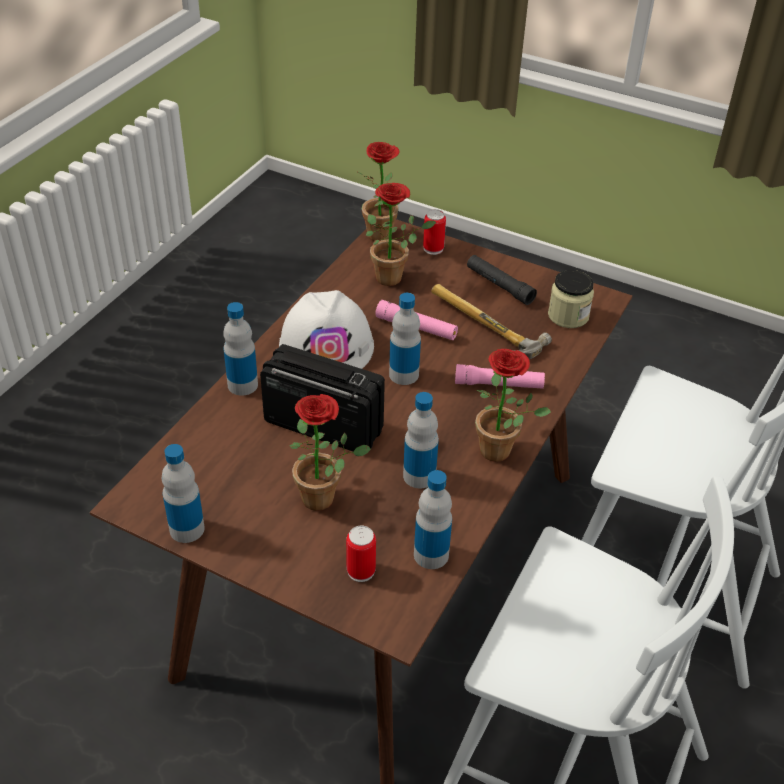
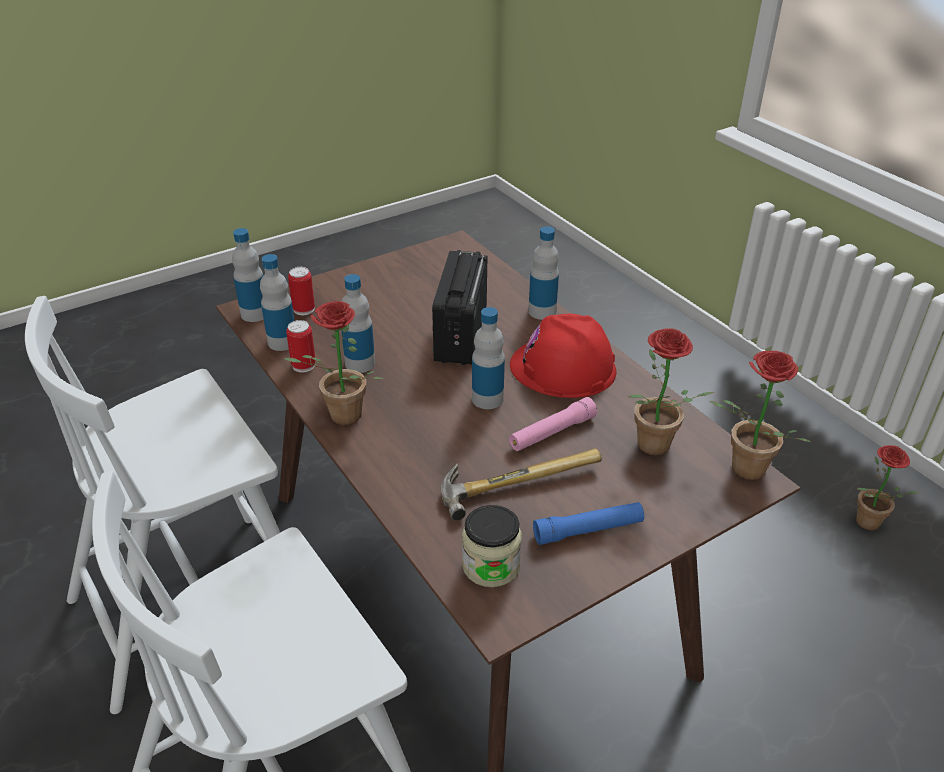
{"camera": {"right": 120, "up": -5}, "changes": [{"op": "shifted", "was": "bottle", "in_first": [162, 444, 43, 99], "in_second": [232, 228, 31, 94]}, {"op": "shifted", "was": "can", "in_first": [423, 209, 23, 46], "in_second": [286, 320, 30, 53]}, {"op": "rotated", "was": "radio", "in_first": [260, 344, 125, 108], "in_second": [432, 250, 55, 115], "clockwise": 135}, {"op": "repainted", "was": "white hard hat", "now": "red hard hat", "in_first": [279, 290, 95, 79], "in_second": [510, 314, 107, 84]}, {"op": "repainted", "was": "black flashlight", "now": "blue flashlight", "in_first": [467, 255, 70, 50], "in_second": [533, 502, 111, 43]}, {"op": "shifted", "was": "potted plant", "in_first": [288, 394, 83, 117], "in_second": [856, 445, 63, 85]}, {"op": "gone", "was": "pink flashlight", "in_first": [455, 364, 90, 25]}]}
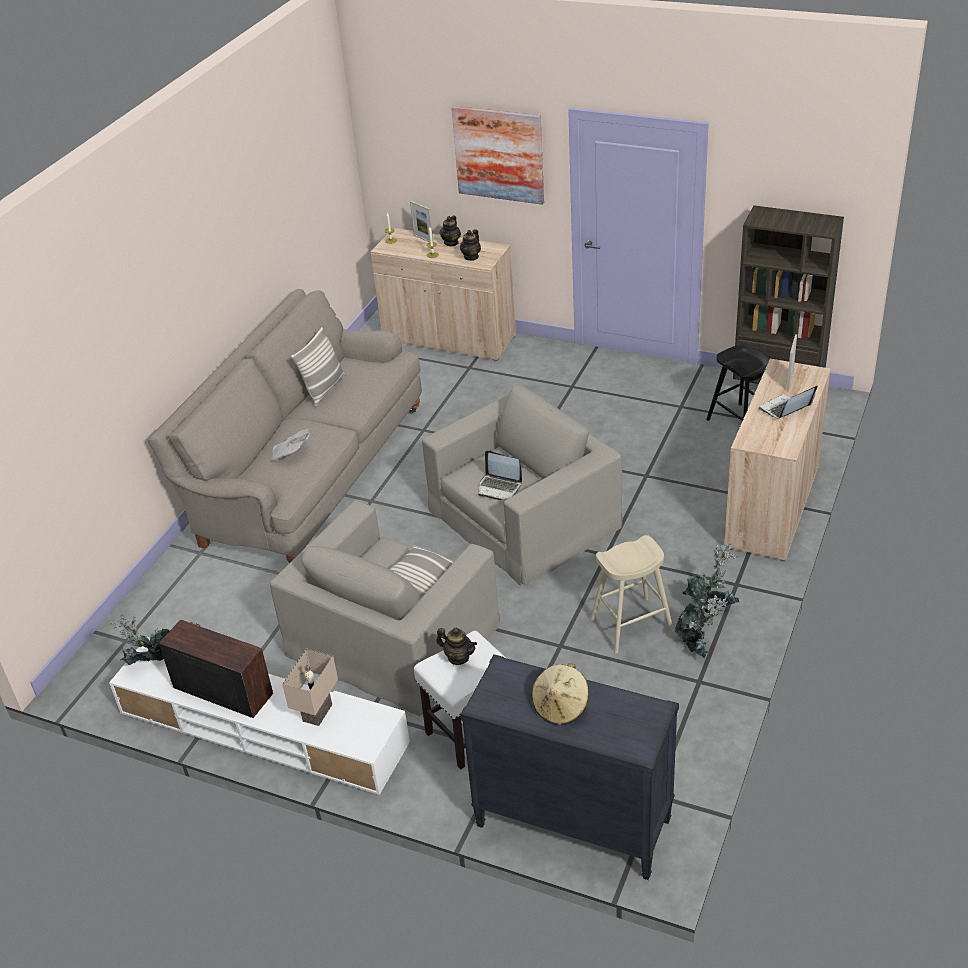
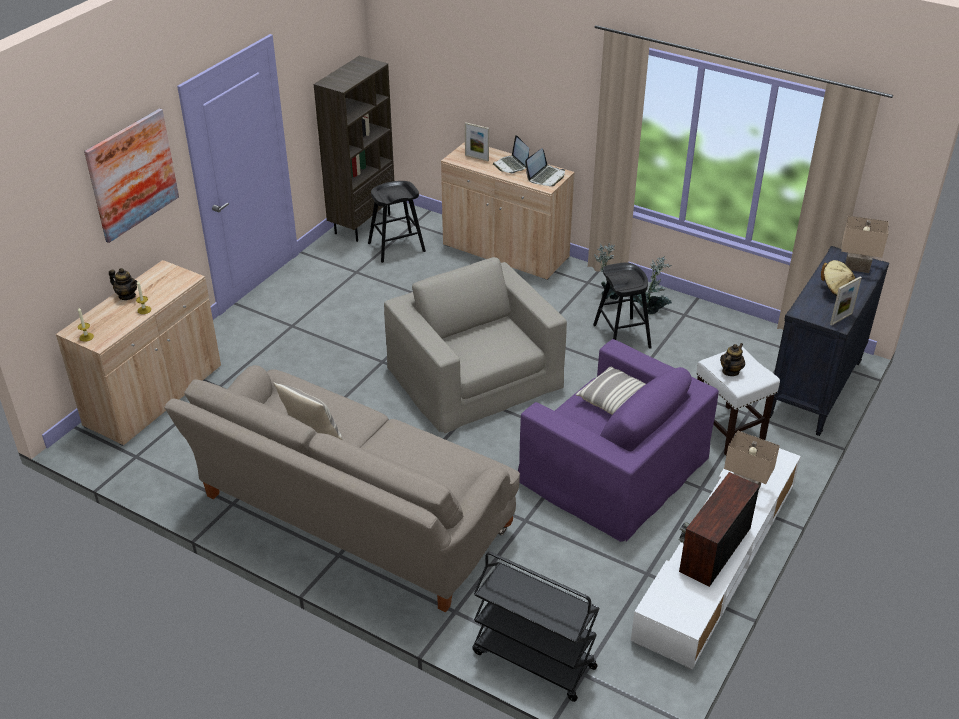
{"camera": {"right": -85, "up": 0}, "changes": [{"op": "new", "now": "black cart", "in_second": [472, 552, 128, 150]}, {"op": "repainted", "was": "beige armchair", "now": "purple armchair", "in_first": [270, 501, 230, 216], "in_second": [518, 339, 201, 203]}, {"op": "shifted", "was": "laptop", "in_first": [478, 450, 44, 50], "in_second": [525, 148, 40, 38]}, {"op": "repainted", "was": "beige stool", "now": "black stool", "in_first": [590, 535, 84, 118], "in_second": [593, 262, 59, 87]}, {"op": "shifted", "was": "picture frame", "in_first": [410, 201, 23, 41], "in_second": [830, 276, 32, 50]}, {"op": "new", "now": "beige table lamp", "in_second": [841, 215, 48, 58]}, {"op": "gone", "was": "potted plant", "in_first": [110, 614, 59, 51]}, {"op": "gone", "was": "newspaper", "in_first": [271, 429, 39, 32]}, {"op": "gone", "was": "teapot", "in_first": [460, 229, 21, 32]}]}
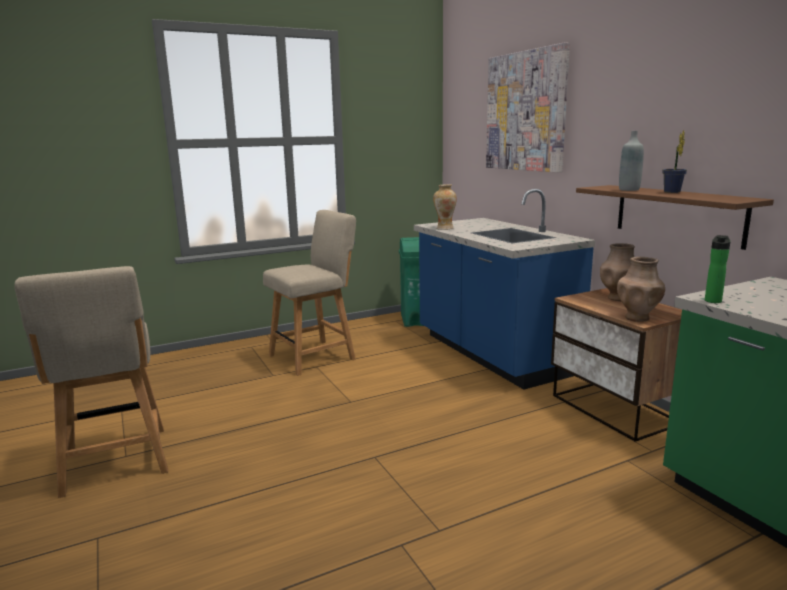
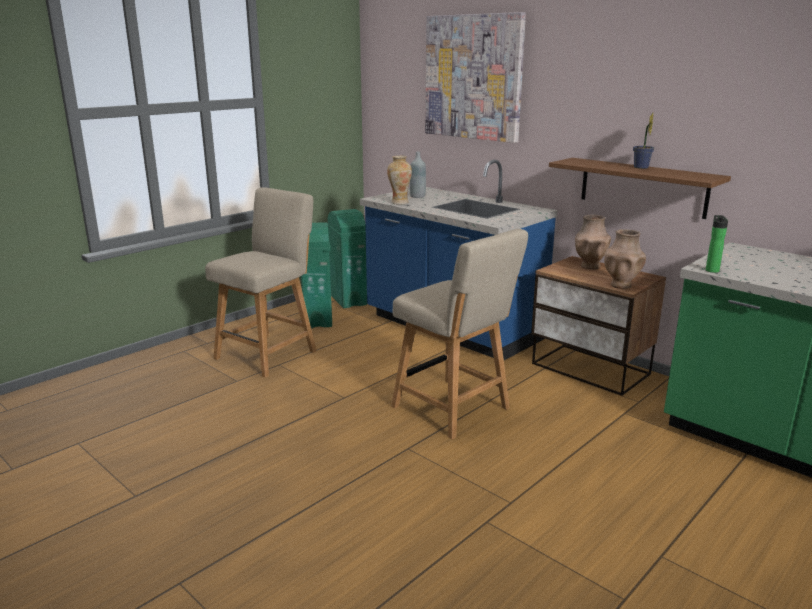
{"camera": {"right": -20, "up": 5}, "changes": [{"op": "new", "now": "green trash can", "in_second": [301, 222, 31, 106]}, {"op": "shifted", "was": "beige chair", "in_first": [14, 266, 154, 232], "in_second": [391, 229, 137, 210]}, {"op": "shifted", "was": "grey bottle", "in_first": [619, 131, 25, 60], "in_second": [410, 152, 16, 46]}]}
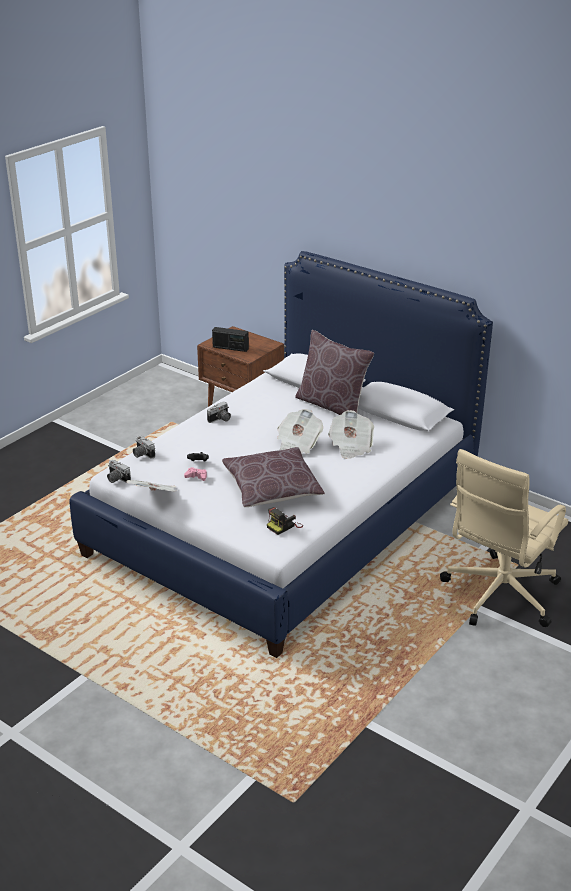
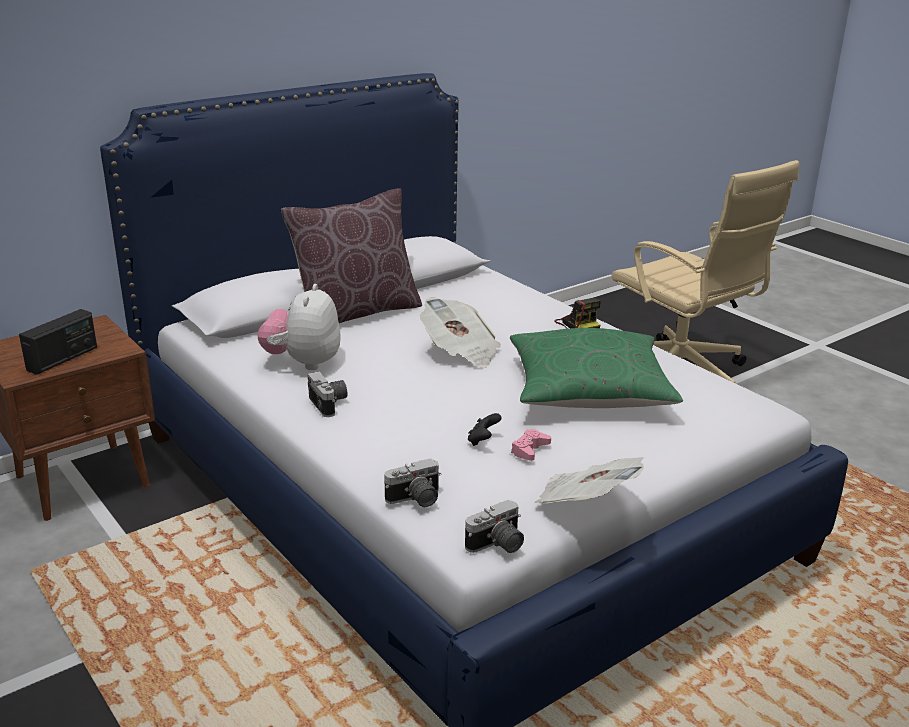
{"camera": {"right": -75, "up": -5}, "changes": [{"op": "new", "now": "plush toy", "in_second": [257, 284, 84, 86]}, {"op": "repainted", "was": "brown pillow", "now": "green pillow", "in_first": [222, 447, 103, 60], "in_second": [510, 328, 173, 80]}, {"op": "shifted", "was": "photo camera", "in_first": [267, 507, 36, 28], "in_second": [554, 298, 47, 31]}, {"op": "gone", "was": "newspaper", "in_first": [328, 410, 46, 49]}]}
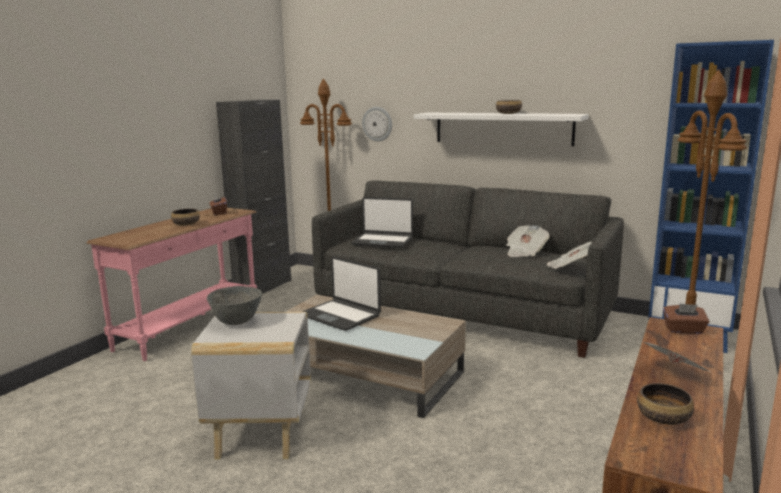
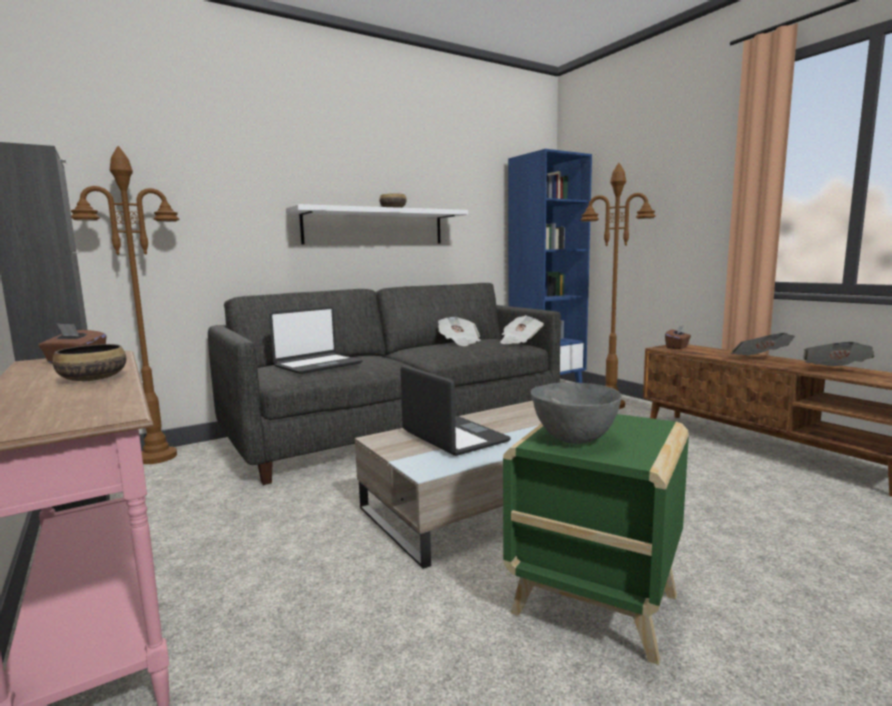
{"camera": {"right": -60, "up": -5}, "changes": [{"op": "rotated", "was": "laptop", "in_first": [302, 256, 79, 75], "in_second": [400, 365, 111, 91], "clockwise": -105}, {"op": "repainted", "was": "white side table", "now": "green side table", "in_first": [191, 312, 120, 148], "in_second": [503, 414, 186, 251]}, {"op": "swapped", "was": "bowl", "now": "newspaper", "in_first": [637, 383, 57, 42], "in_second": [803, 342, 72, 24]}, {"op": "gone", "was": "wall clock", "in_first": [362, 107, 30, 34]}]}
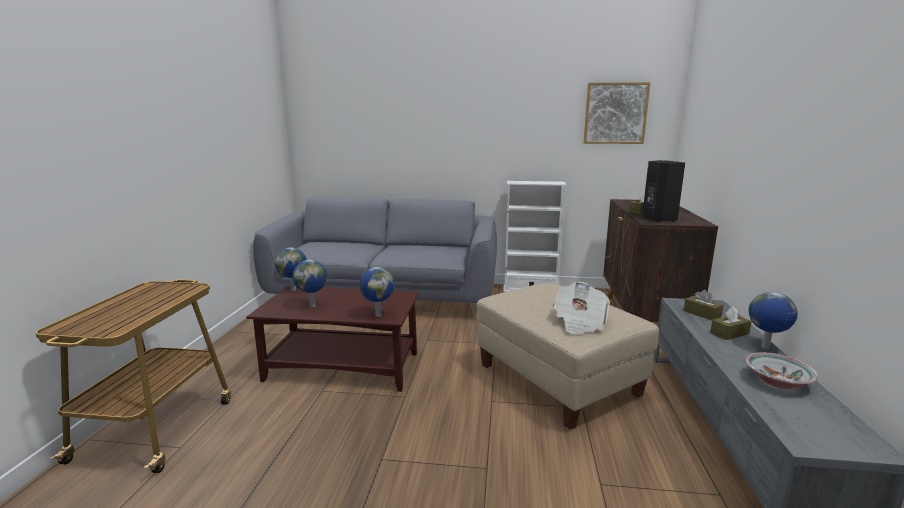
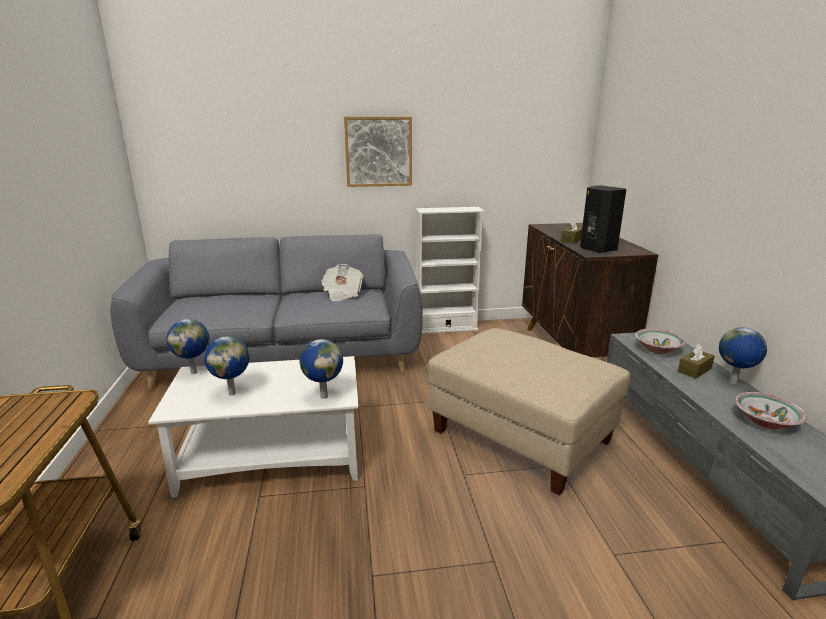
{"camera": {"right": -15, "up": 5}, "changes": [{"op": "repainted", "was": "brown coffee table", "now": "white coffee table", "in_first": [247, 286, 172, 106], "in_second": [148, 356, 211, 142]}, {"op": "shifted", "was": "newspaper", "in_first": [553, 282, 57, 52], "in_second": [321, 264, 43, 37]}, {"op": "shifted", "was": "picture", "in_first": [584, 82, 66, 62], "in_second": [344, 117, 68, 70]}, {"op": "swapped", "was": "brown tissue box", "now": "bowl", "in_first": [684, 290, 40, 30], "in_second": [635, 329, 50, 25]}]}
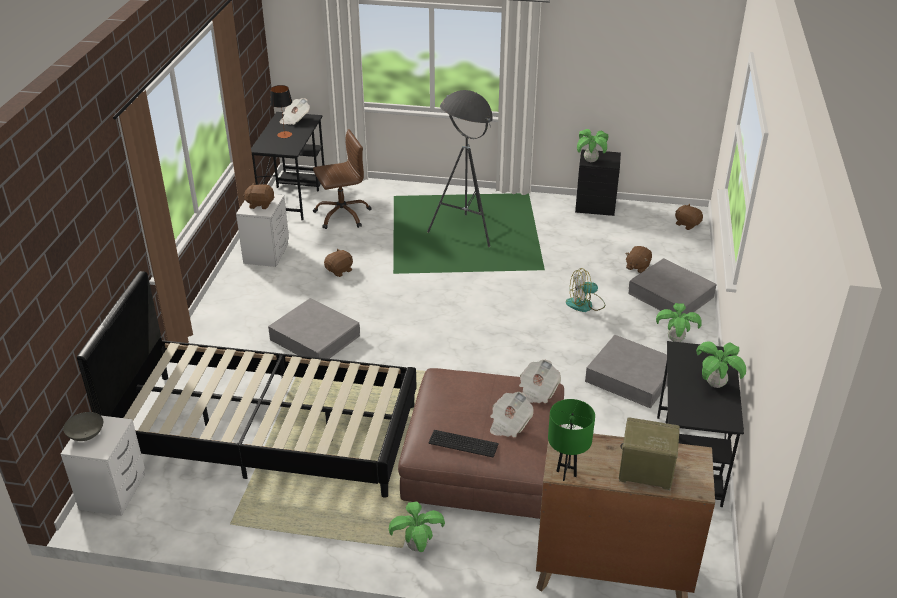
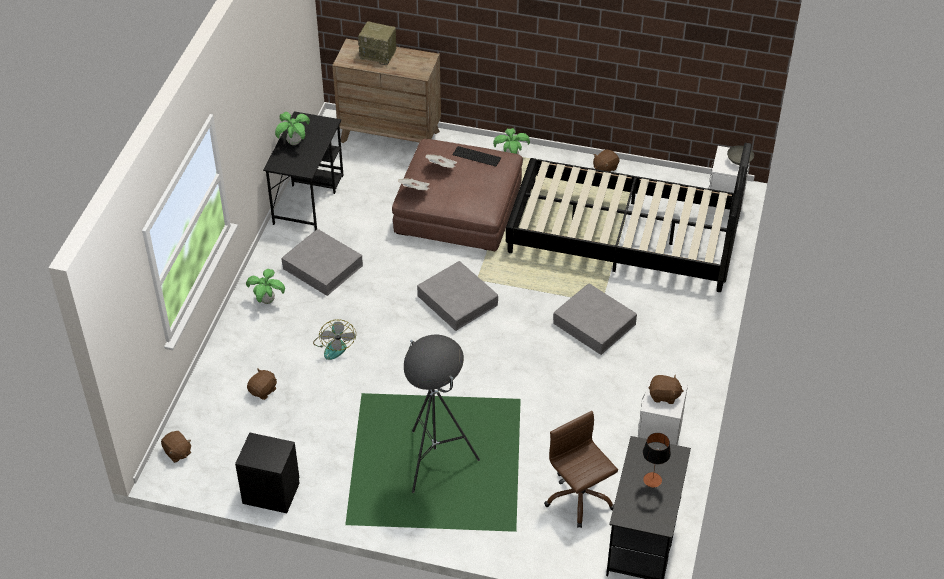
{"camera": {"right": -175, "up": 10}, "changes": [{"op": "rotated", "was": "fan", "in_first": [566, 268, 40, 44], "in_second": [313, 319, 43, 41], "clockwise": 90}, {"op": "shifted", "was": "grey storage box", "in_first": [628, 258, 89, 57], "in_second": [417, 261, 81, 70]}, {"op": "rotated", "was": "brown office chair", "in_first": [313, 129, 59, 100], "in_second": [544, 411, 74, 117], "clockwise": 75}, {"op": "shifted", "was": "brown plush toy", "in_first": [324, 248, 29, 29], "in_second": [593, 149, 26, 23]}, {"op": "gone", "was": "newspaper", "in_first": [280, 98, 30, 27]}, {"op": "gone", "was": "green table lamp", "in_first": [548, 399, 47, 82]}, {"op": "gone", "was": "potted plant", "in_first": [577, 129, 31, 33]}]}
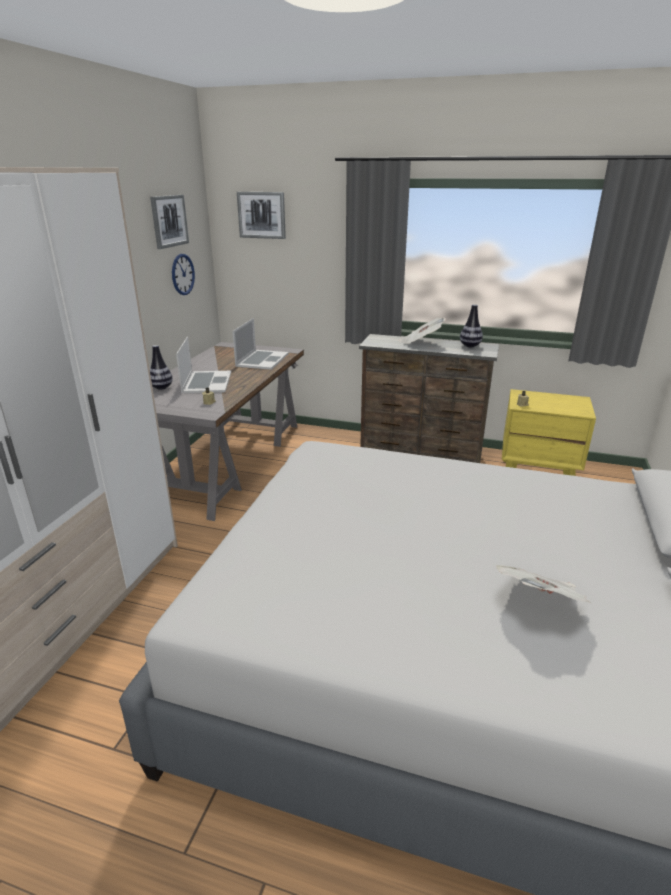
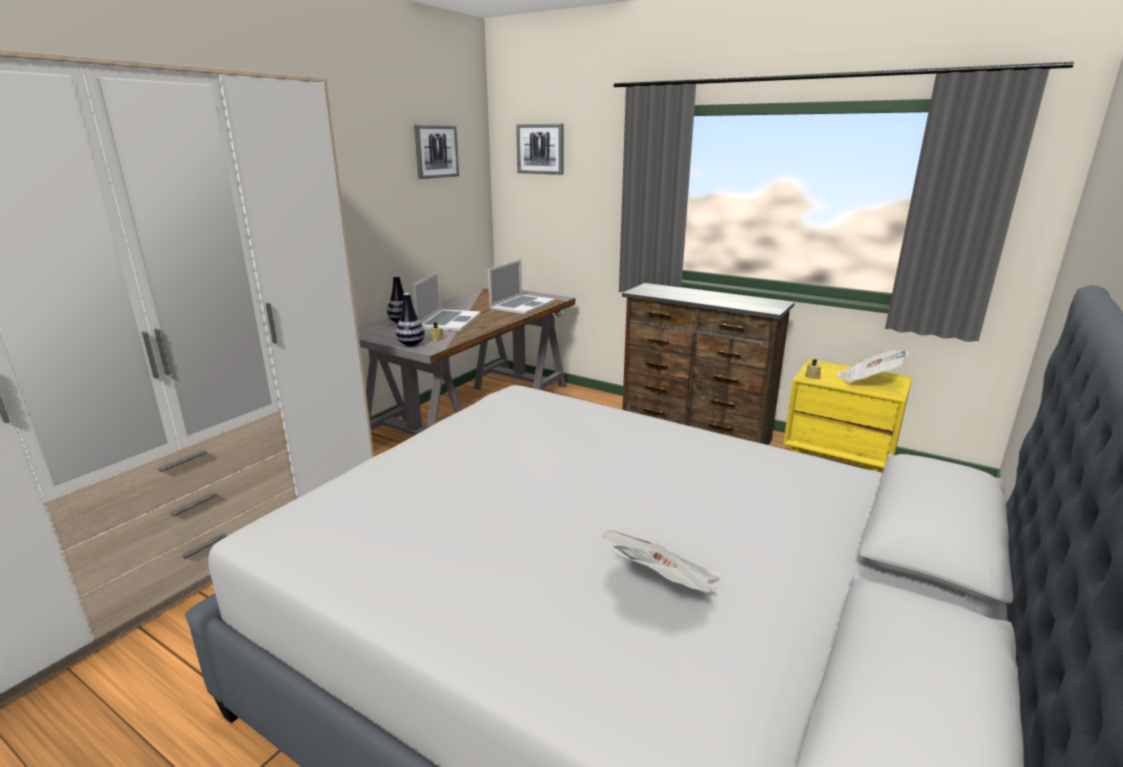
{"camera": {"right": 15, "up": -5}, "changes": [{"op": "shifted", "was": "vase", "in_first": [460, 304, 23, 43], "in_second": [396, 293, 29, 54]}, {"op": "shifted", "was": "newspaper", "in_first": [399, 318, 47, 27], "in_second": [836, 349, 73, 34]}, {"op": "gone", "was": "wall clock", "in_first": [172, 254, 23, 41]}]}
